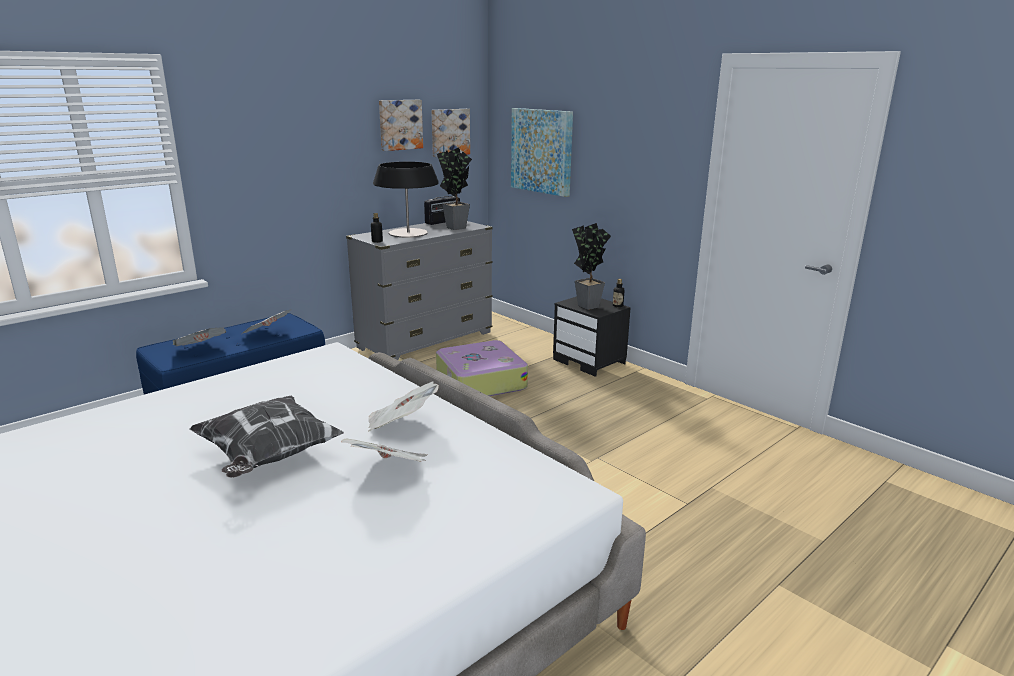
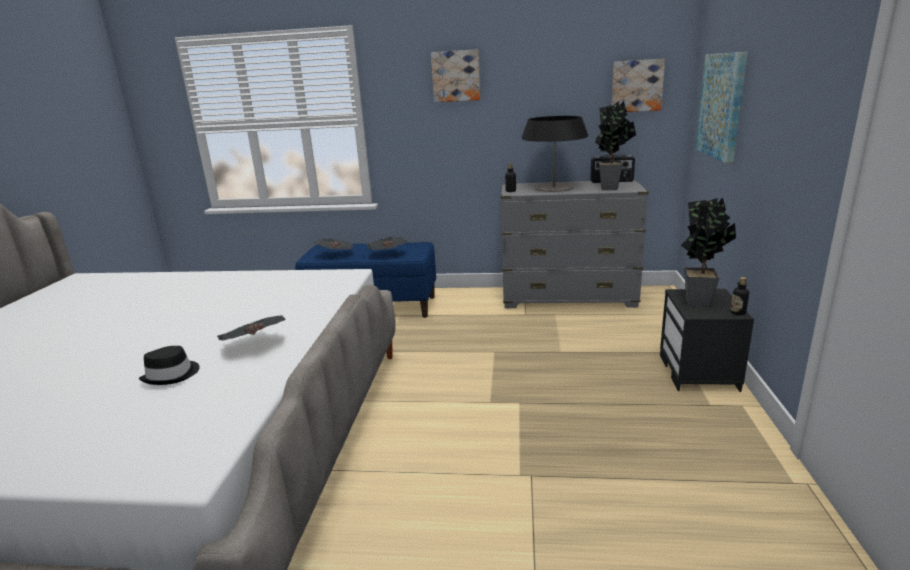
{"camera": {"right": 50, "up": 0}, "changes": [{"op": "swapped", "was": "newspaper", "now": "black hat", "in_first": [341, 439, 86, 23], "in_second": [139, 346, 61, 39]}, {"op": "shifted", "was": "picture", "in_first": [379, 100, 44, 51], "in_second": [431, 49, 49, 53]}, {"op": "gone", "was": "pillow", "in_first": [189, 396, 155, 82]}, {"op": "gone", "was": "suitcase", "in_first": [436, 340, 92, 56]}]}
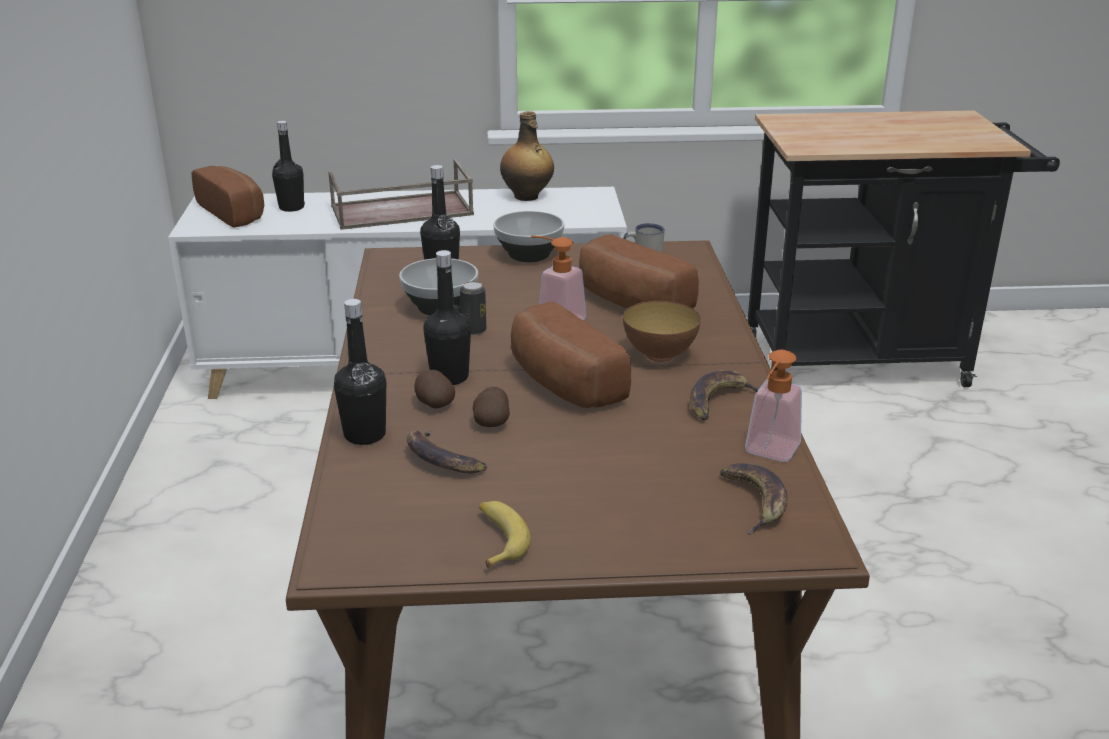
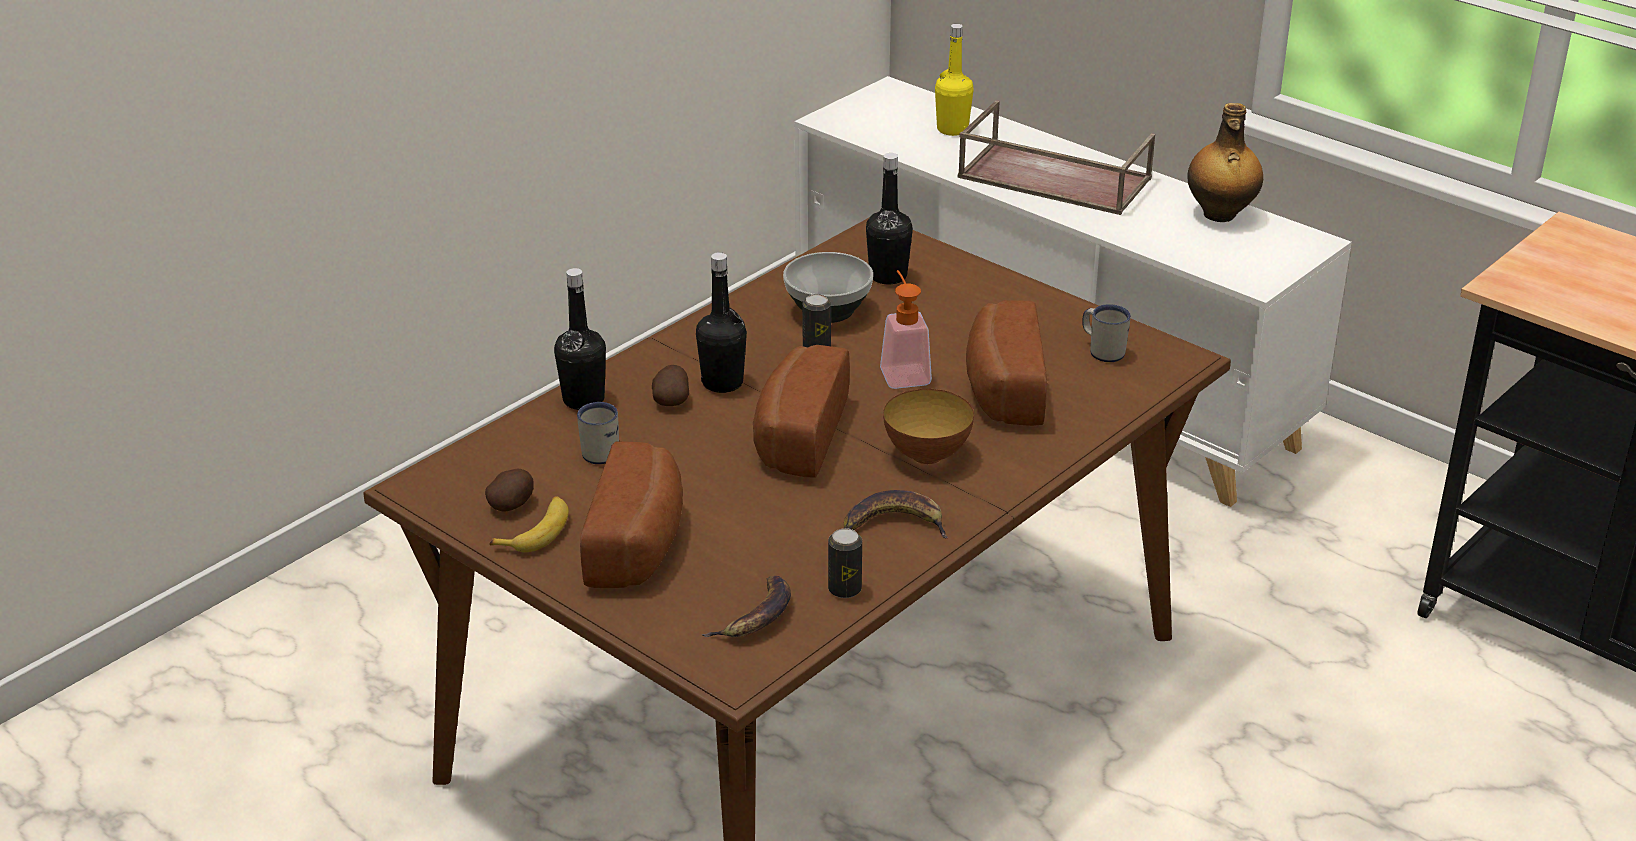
{"camera": {"right": 45, "up": 5}, "changes": [{"op": "shifted", "was": "potato", "in_first": [473, 387, 37, 40], "in_second": [485, 469, 49, 43]}, {"op": "swapped", "was": "banana", "now": "white mug", "in_first": [407, 430, 80, 44], "in_second": [577, 402, 42, 62]}, {"op": "shifted", "was": "bread", "in_first": [191, 166, 73, 62], "in_second": [580, 442, 103, 146]}, {"op": "swapped", "was": "soap dispenser", "now": "can", "in_first": [745, 350, 57, 112], "in_second": [828, 528, 34, 70]}, {"op": "repainted", "was": "black bottle", "now": "yellow bottle", "in_first": [272, 121, 33, 91], "in_second": [935, 24, 39, 112]}, {"op": "gone", "was": "bowl", "in_first": [493, 211, 71, 51]}]}
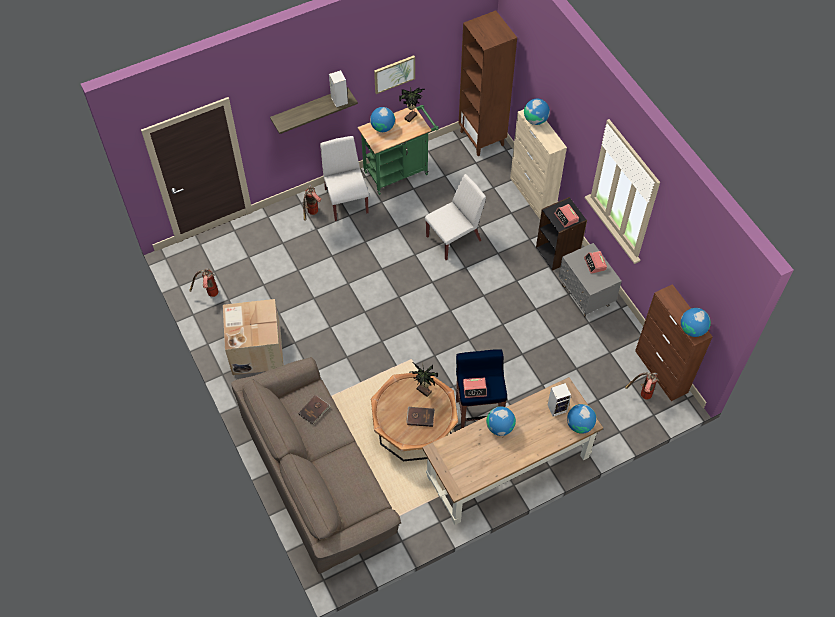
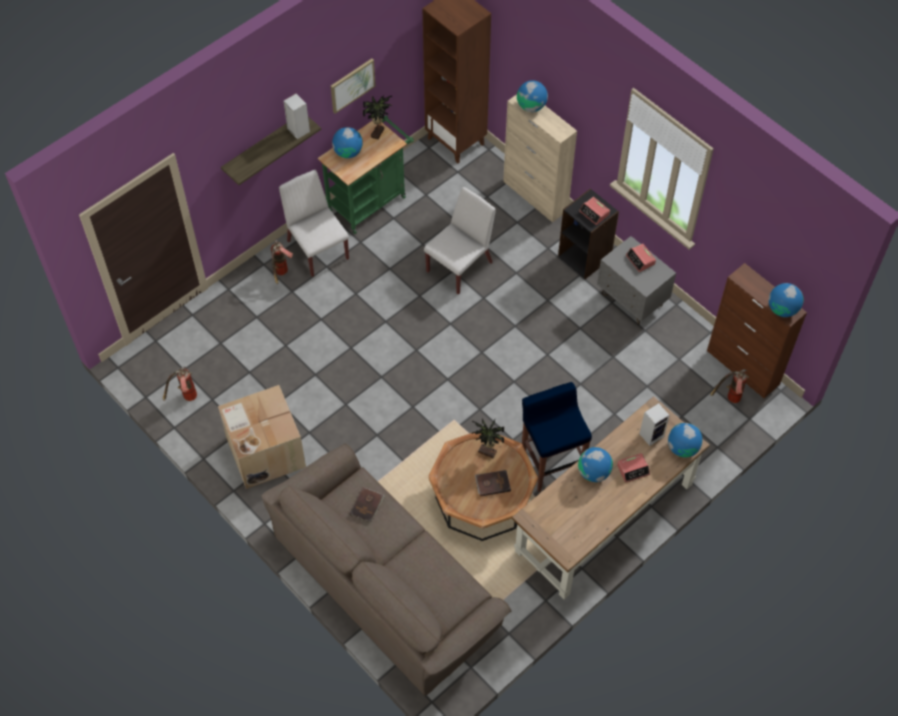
{"camera": {"right": -15, "up": 0}, "changes": [{"op": "shifted", "was": "alarm clock", "in_first": [463, 377, 24, 21], "in_second": [617, 453, 33, 30]}]}
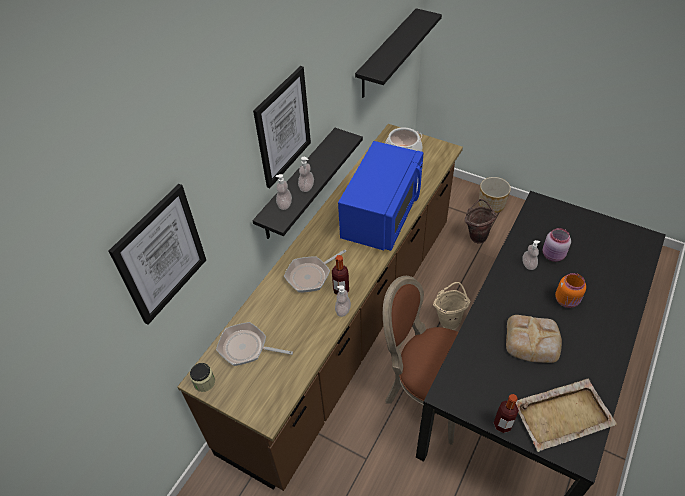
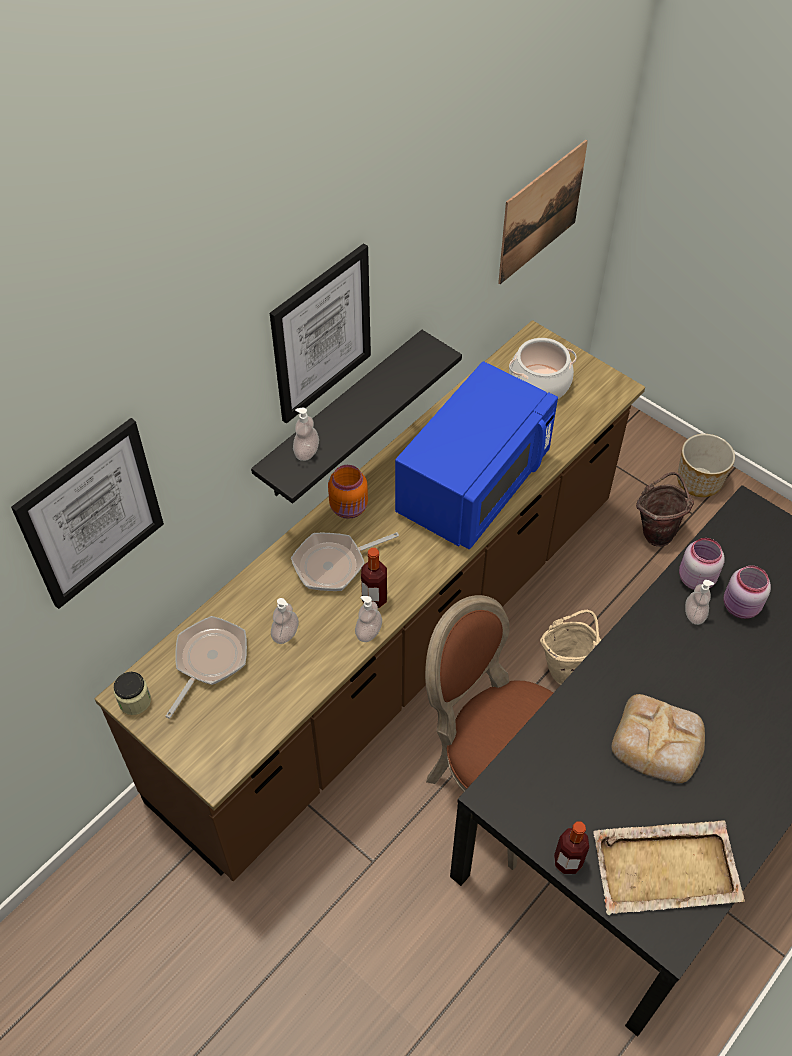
{"camera": {"right": 10, "up": 5}, "changes": [{"op": "rotated", "was": "frying pan", "in_first": [216, 322, 77, 44], "in_second": [166, 616, 81, 103], "clockwise": 90}, {"op": "shifted", "was": "soap dispenser", "in_first": [298, 157, 16, 35], "in_second": [271, 598, 28, 46]}, {"op": "shifted", "was": "orange jar", "in_first": [555, 273, 31, 35], "in_second": [328, 465, 40, 54]}, {"op": "swapped", "was": "black shelf", "now": "picture", "in_first": [355, 8, 87, 90], "in_second": [498, 140, 90, 144]}, {"op": "new", "now": "pink jar", "in_second": [679, 538, 46, 52]}]}
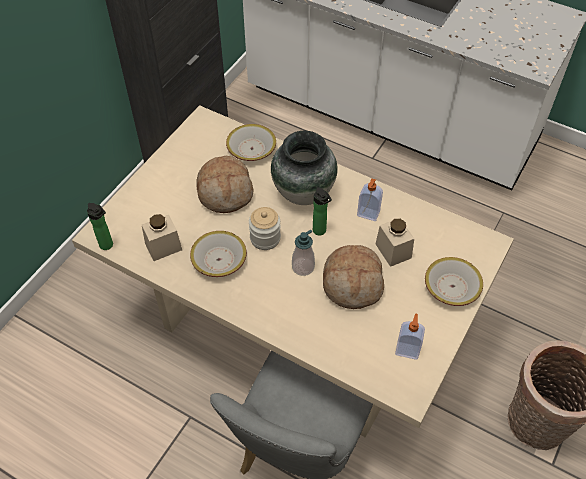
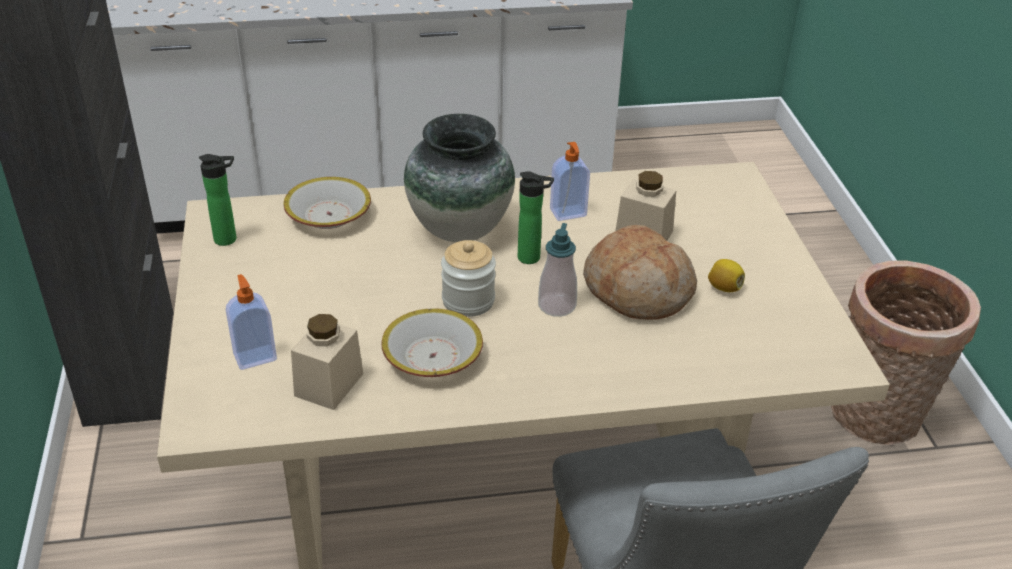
{"camera": {"right": -40, "up": -15}, "changes": [{"op": "shifted", "was": "bottle", "in_first": [87, 203, 26, 47], "in_second": [199, 154, 38, 92]}, {"op": "shifted", "was": "soap dispenser", "in_first": [395, 313, 30, 47], "in_second": [226, 274, 51, 96]}, {"op": "new", "now": "lemon", "in_second": [708, 259, 37, 33]}, {"op": "gone", "was": "bread", "in_first": [196, 156, 57, 57]}, {"op": "gone", "was": "bowl", "in_first": [425, 257, 58, 49]}]}
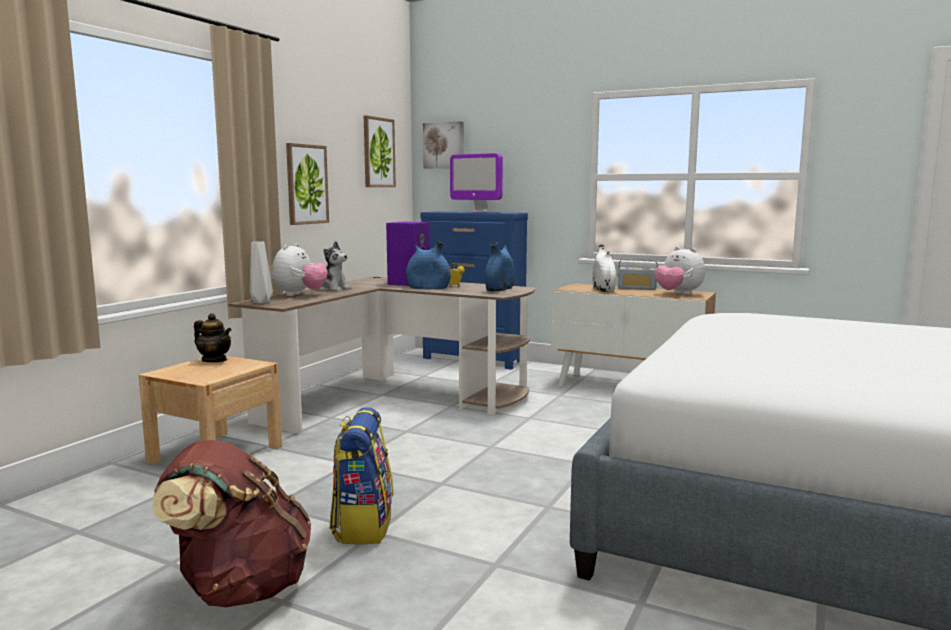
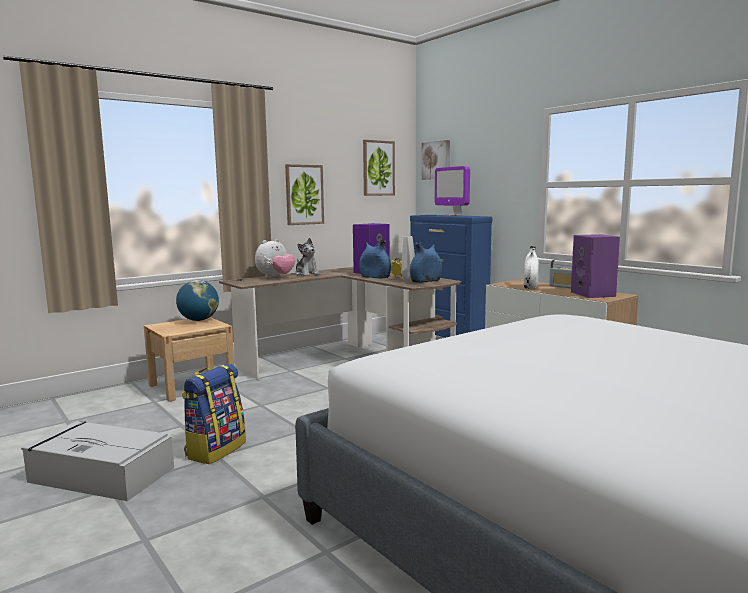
{"camera": {"right": 25, "up": 0}, "changes": [{"op": "swapped", "was": "brown backpack", "now": "grey storage box", "in_first": [152, 440, 159, 167], "in_second": [21, 421, 153, 80]}, {"op": "swapped", "was": "teapot", "now": "globe", "in_first": [194, 313, 38, 49], "in_second": [176, 280, 43, 41]}, {"op": "shifted", "was": "grey vase", "in_first": [250, 242, 23, 61], "in_second": [401, 236, 14, 45]}, {"op": "swapped", "was": "plush toy", "now": "purple speaker", "in_first": [655, 247, 50, 48], "in_second": [571, 234, 49, 64]}]}
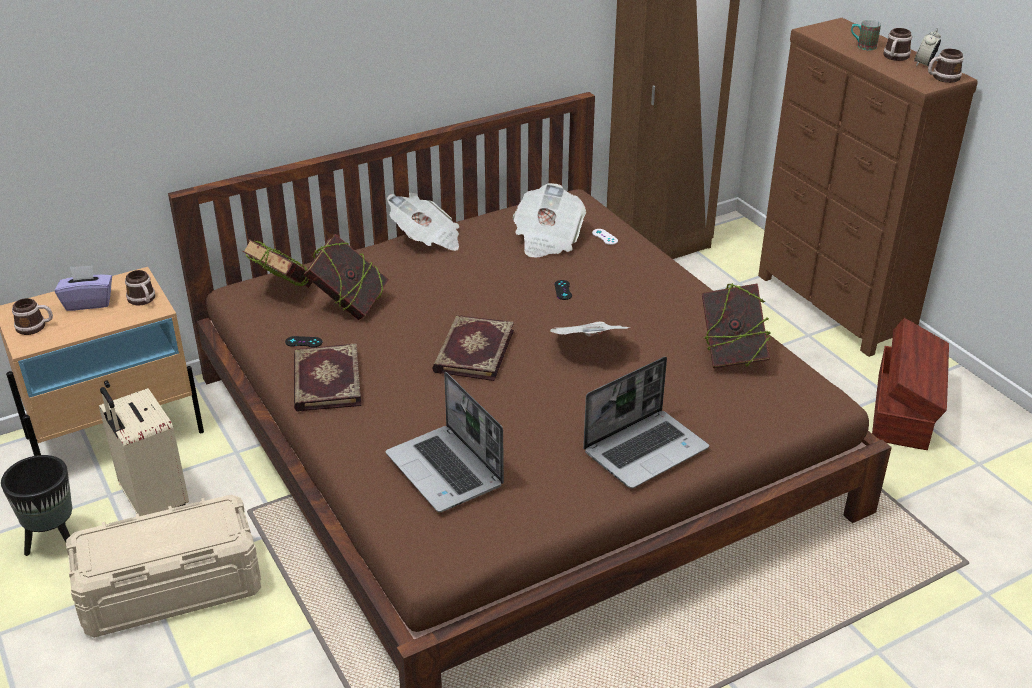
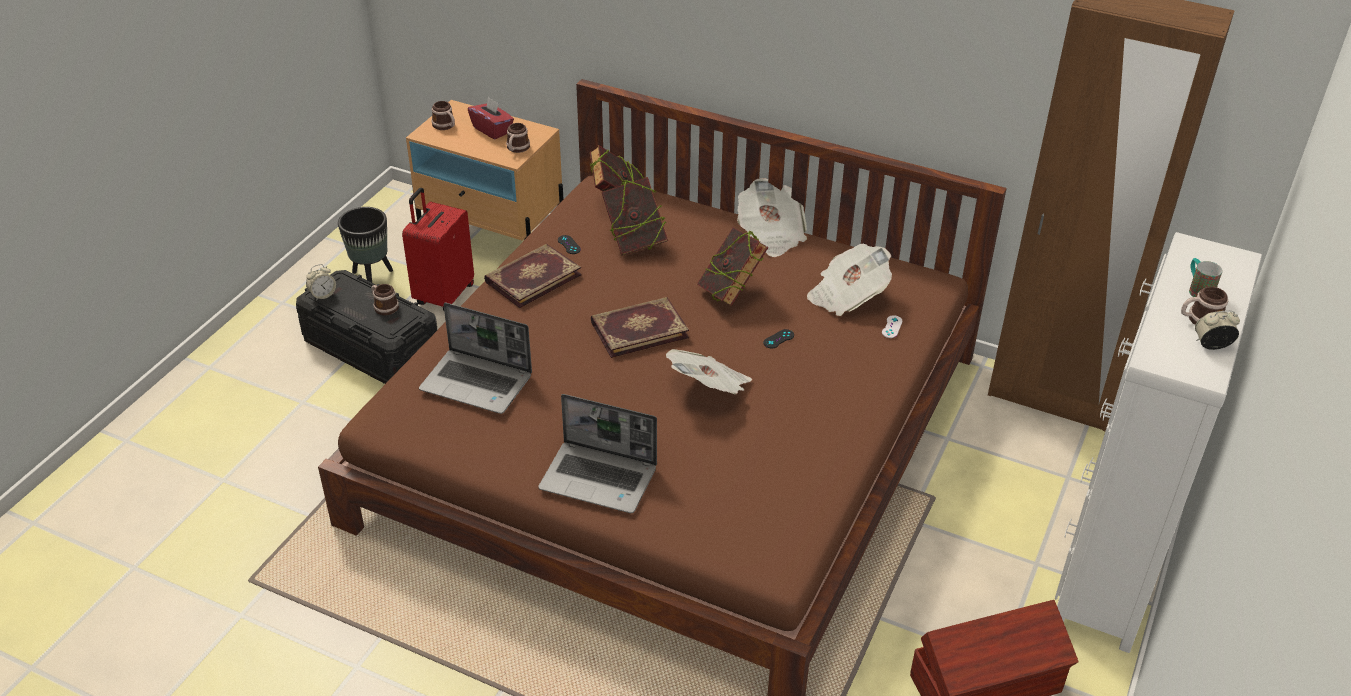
{"camera": {"right": 55, "up": 5}, "changes": [{"op": "repainted", "was": "beige storage box", "now": "black storage box", "in_first": [66, 495, 195, 143], "in_second": [296, 270, 142, 114]}, {"op": "new", "now": "alarm clock", "in_second": [306, 264, 30, 37]}, {"op": "shifted", "was": "mug", "in_first": [928, 48, 36, 35], "in_second": [371, 284, 28, 31]}, {"op": "repainted", "was": "beige suitcase", "now": "red suitcase", "in_first": [99, 387, 90, 129], "in_second": [402, 188, 72, 123]}, {"op": "rotated", "was": "laptop", "in_first": [386, 372, 118, 140], "in_second": [419, 303, 113, 111], "clockwise": -90}, {"op": "repainted", "was": "purple tissue box", "now": "red tissue box", "in_first": [55, 265, 57, 46], "in_second": [468, 97, 46, 42]}, {"op": "shifted", "was": "book", "in_first": [702, 283, 69, 86], "in_second": [697, 227, 72, 79]}, {"op": "repainted", "was": "brown dresser", "now": "white dresser", "in_first": [758, 18, 220, 339], "in_second": [1055, 232, 207, 421]}]}
